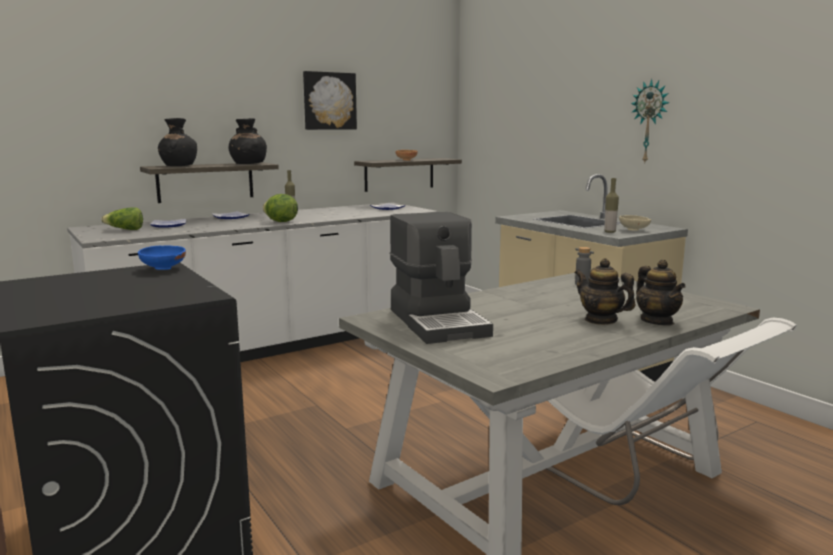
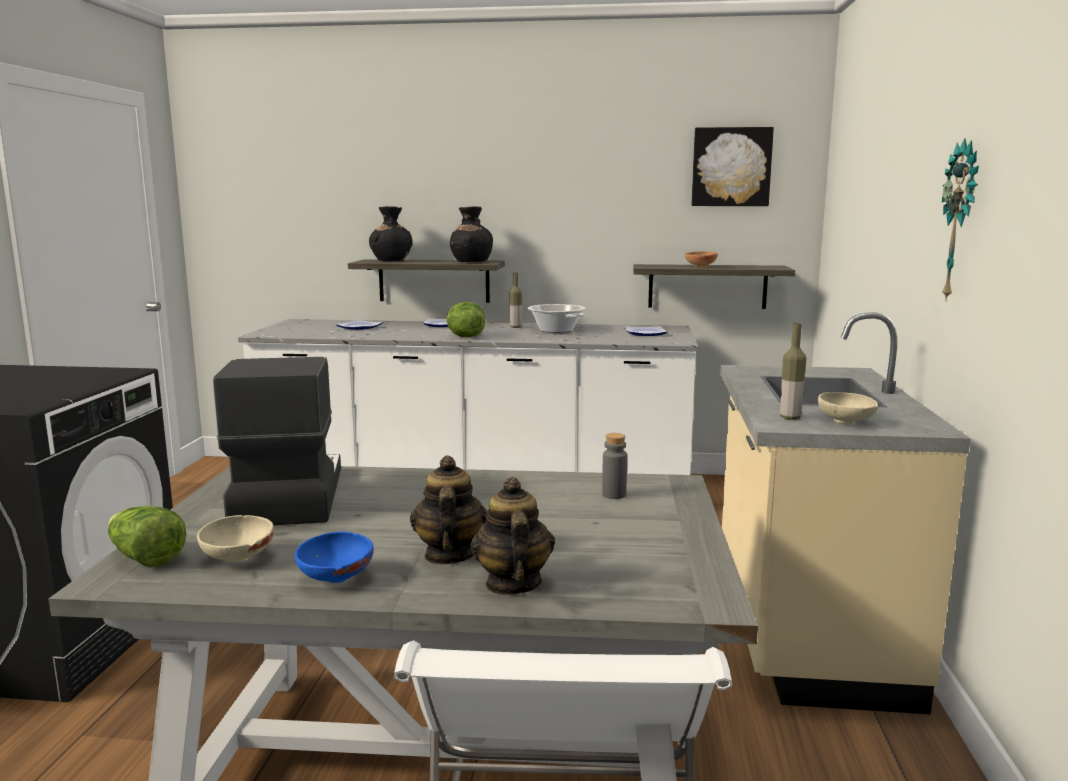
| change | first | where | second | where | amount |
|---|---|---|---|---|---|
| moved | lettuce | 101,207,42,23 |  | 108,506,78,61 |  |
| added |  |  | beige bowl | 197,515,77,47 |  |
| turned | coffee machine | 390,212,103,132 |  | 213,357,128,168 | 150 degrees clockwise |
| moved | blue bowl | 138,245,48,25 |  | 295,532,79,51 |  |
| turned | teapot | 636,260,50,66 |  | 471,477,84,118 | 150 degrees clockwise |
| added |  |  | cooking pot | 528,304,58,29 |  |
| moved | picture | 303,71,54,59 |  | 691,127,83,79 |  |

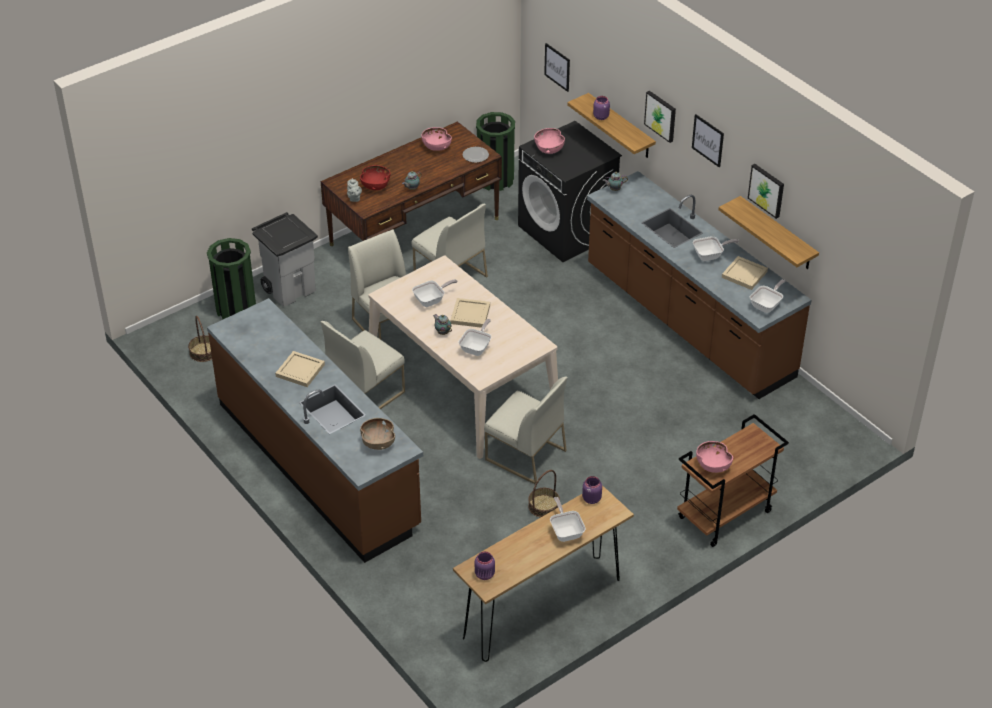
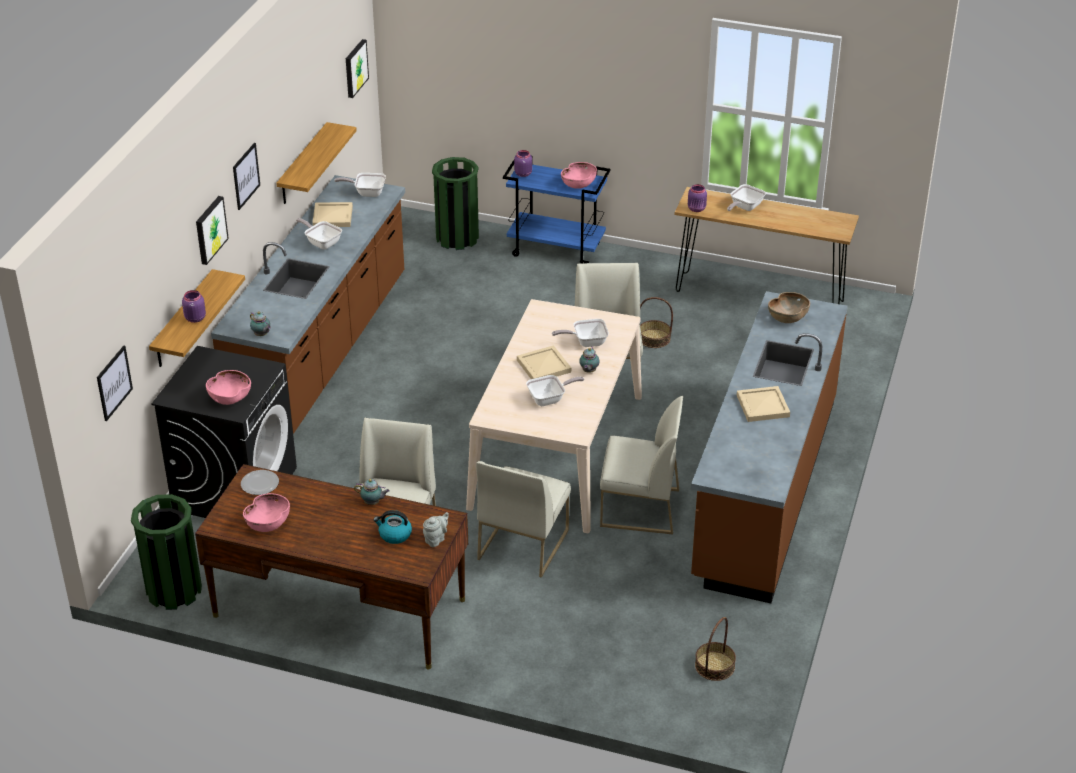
| change | first | where | second | where | amount |
|---|---|---|---|---|---|
| moved | picture | 748,164,36,55 |  | 346,39,23,59 |  |
| replaced | red bowl | 360,165,31,25 | kettle | 373,510,39,34 |  |
| moved | green trash can | 207,238,49,82 |  | 432,157,47,93 |  |
| recoloured | brown cart | 677,414,112,133 | blue cart | 503,156,108,107 |  |
| moved | purple jar | 475,551,20,29 |  | 514,150,18,27 |  |
| turned | frying pan | 412,279,46,28 |  | 526,375,58,31 | 135 degrees clockwise |
| removed | grey trash can | 252,212,66,94 |  |  |  |

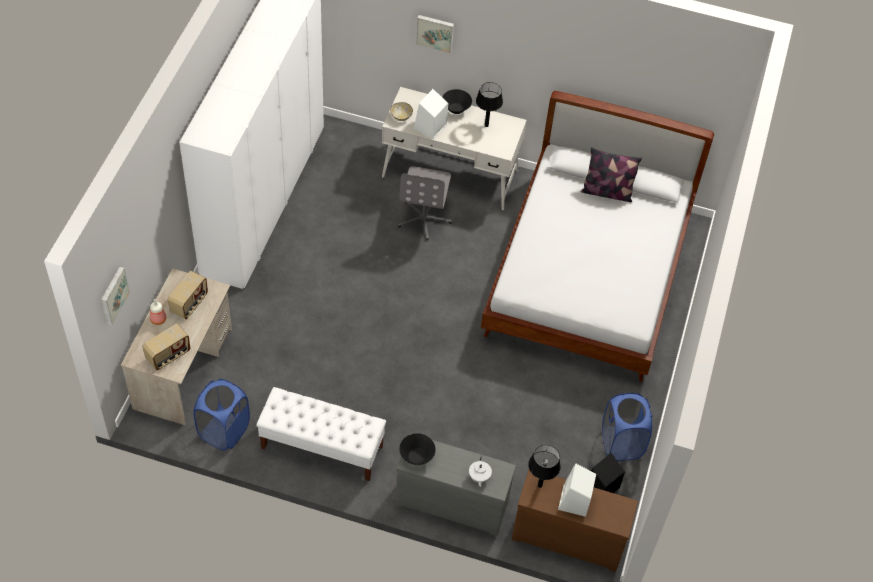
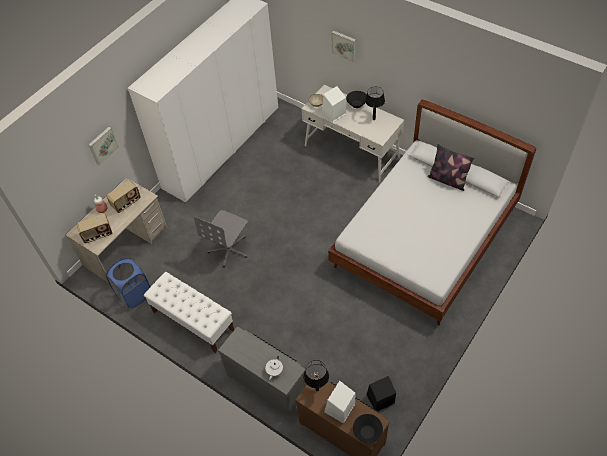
| change | first | where | second | where | amount |
|---|---|---|---|---|---|
| moved | picture | 101,267,29,58 |  | 88,127,31,38 |  |
| moved | grey office chair | 398,166,54,74 |  | 194,210,54,57 |  |
| moved | black bowl | 399,433,37,32 |  | 353,414,30,29 |  |
| removed | blue laundry basket | 602,393,50,68 |  |  |  |

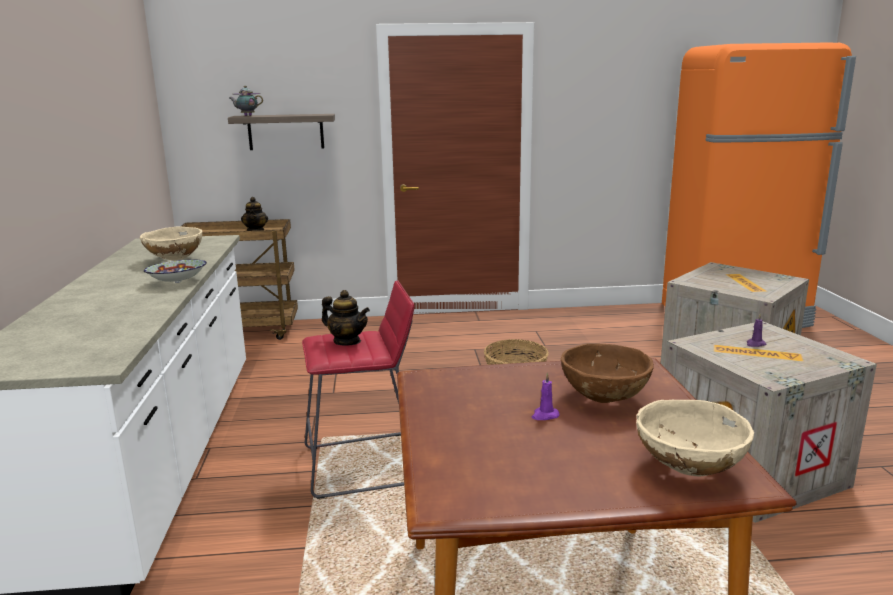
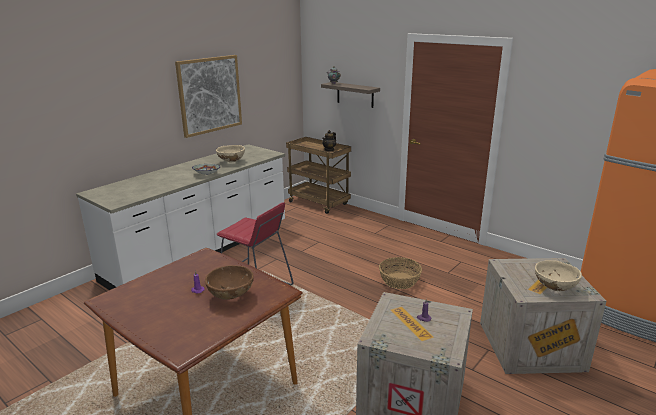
| change | first | where | second | where | amount |
|---|---|---|---|---|---|
| added |  |  | picture | 175,55,67,83 |  |
| moved | beige bowl | 636,400,118,76 |  | 535,260,47,31 |  |
| removed | teapot | 322,290,48,56 |  |  |  |

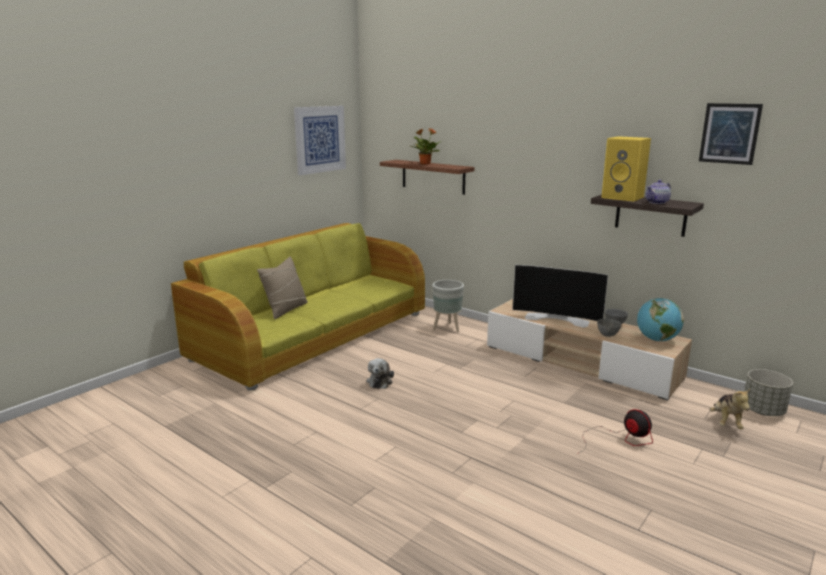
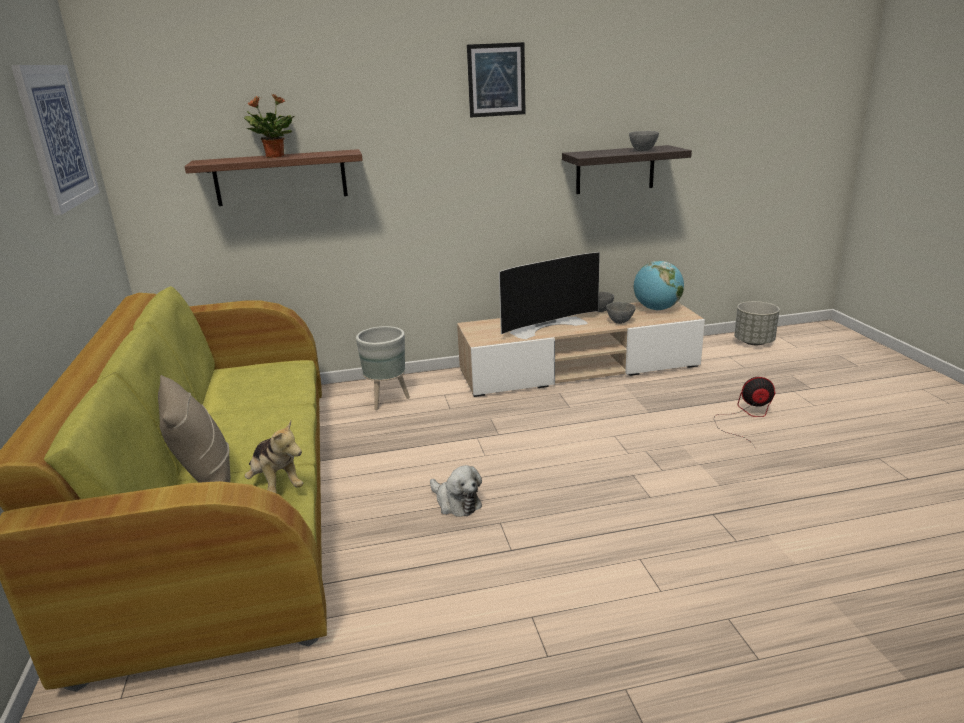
| change | first | where | second | where | amount |
|---|---|---|---|---|---|
| moved | plush toy | 709,389,41,40 |  | 245,420,59,73 |  |
| moved | picture | 699,103,64,62 |  | 467,42,59,76 |  |
| replaced | teapot | 646,180,25,24 | grey bowl | 629,131,30,20 |  |
| removed | yellow speaker | 601,136,50,66 |  |  |  |

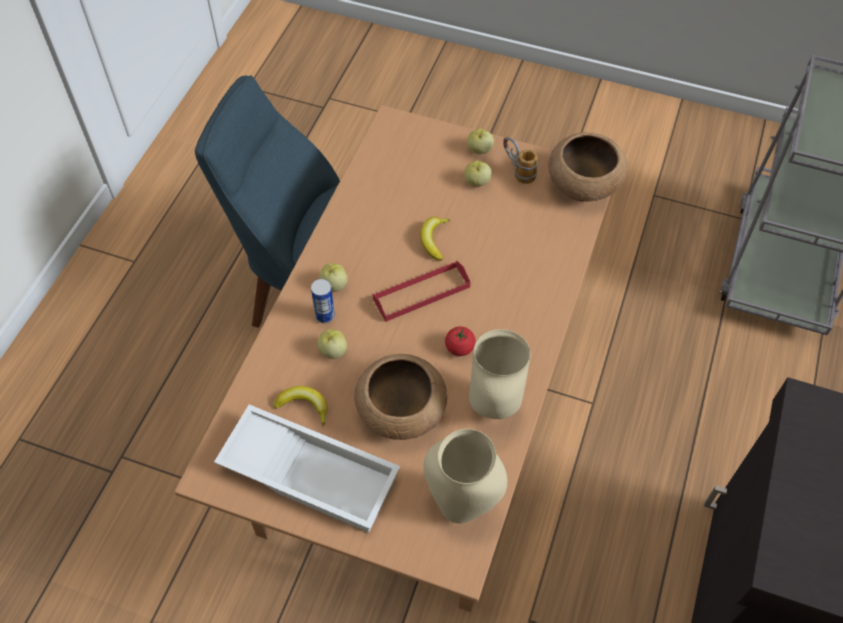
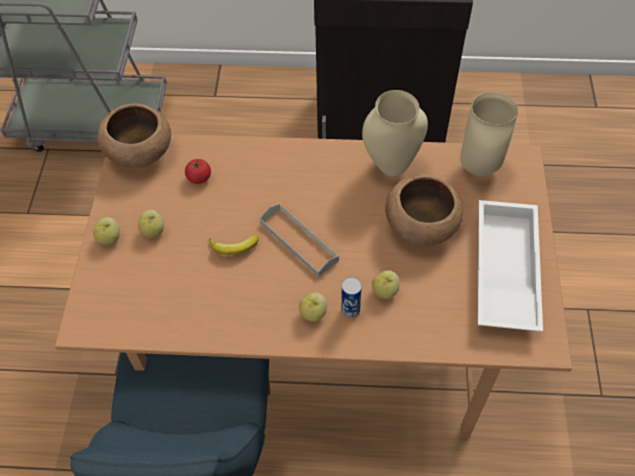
| change | first | where | second | where | amount |
|---|---|---|---|---|---|
| moved | tomato | 445,326,31,30 |  | 185,159,26,25 |  |
| recoloured | red tray | 373,261,97,61 | grey tray | 259,203,80,74 |  |
| removed | banana | 273,386,55,41 |  |  |  |
| removed | mug | 503,137,35,47 |  |  |  |

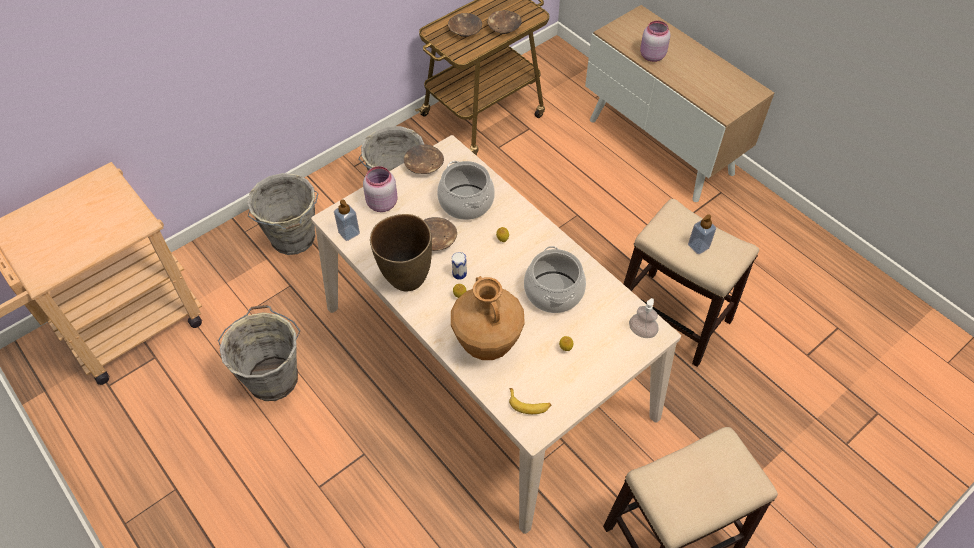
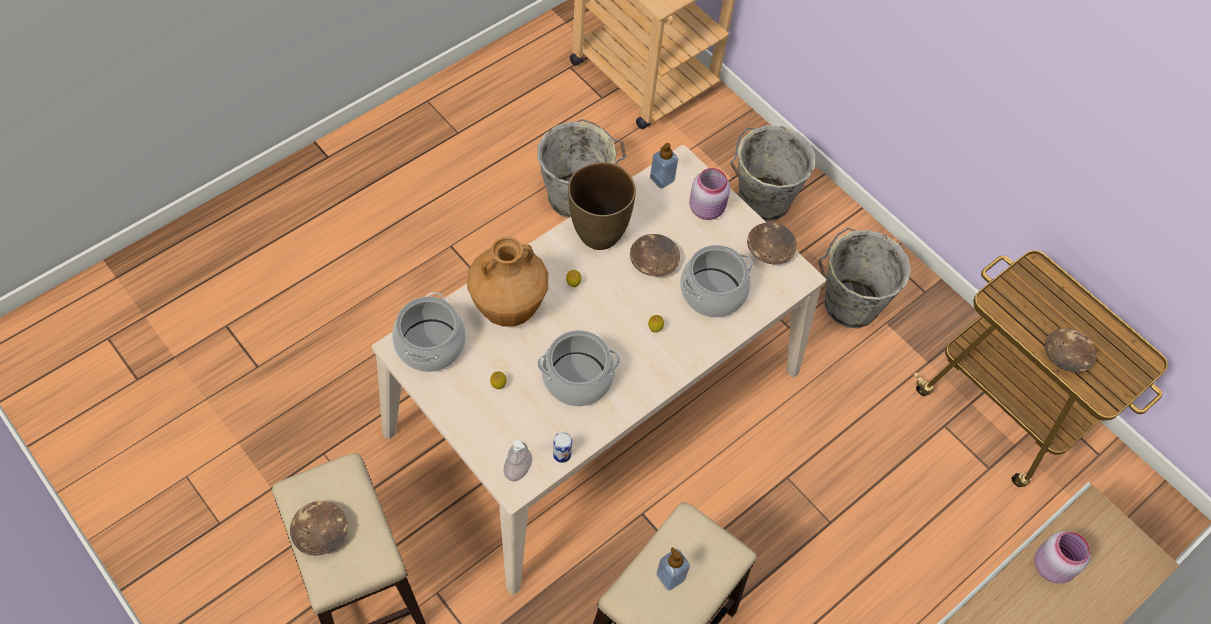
| change | first | where | second | where | amount |
|---|---|---|---|---|---|
| moved | brown bowl | 448,13,34,24 |  | 290,501,58,55 |  |
| replaced | banana | 509,388,42,26 | cooking pot | 392,292,74,80 |  |
| moved | can | 452,252,15,28 |  | 553,432,19,31 |  |

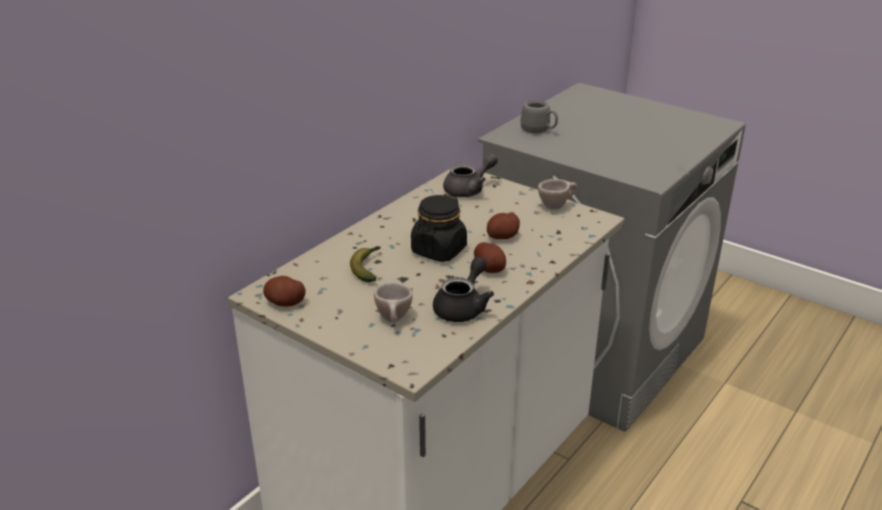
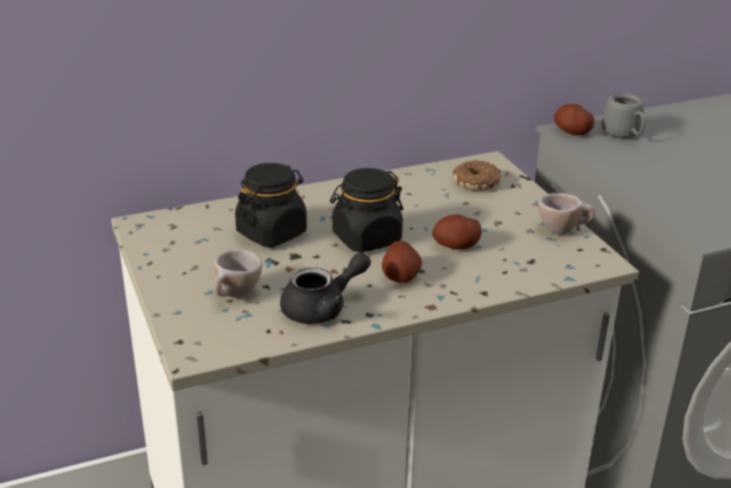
| change | first | where | second | where | amount |
|---|---|---|---|---|---|
| replaced | banana | 350,246,31,36 | black jar | 235,163,72,84 |  |
| replaced | grey teapot | 443,154,55,43 | donut | 453,160,48,31 |  |
| moved | potato | 263,276,43,30 |  | 554,104,41,31 |  |

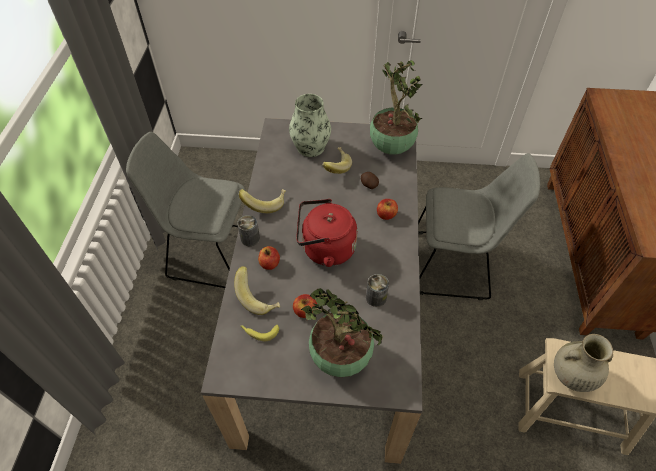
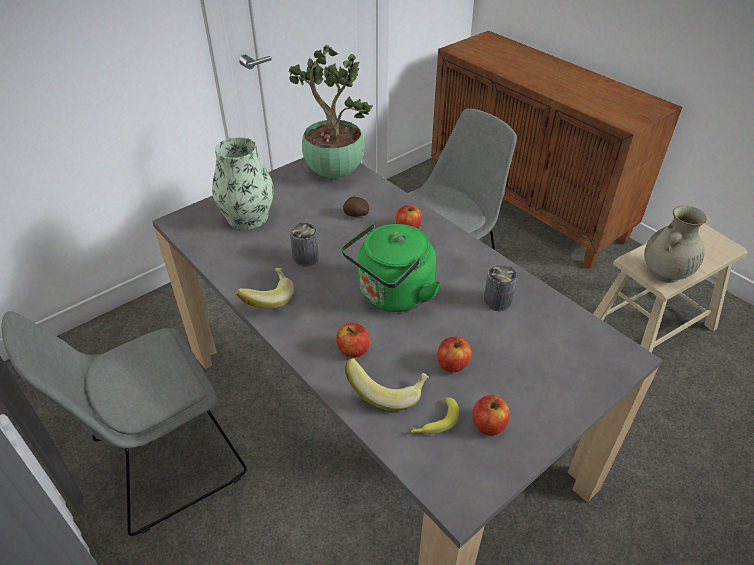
| change | first | where | second | where | amount |
|---|---|---|---|---|---|
| moved | can | 237,215,23,31 |  | 290,223,29,44 |  |
| recoloured | red kettle | 296,199,61,68 | green kettle | 342,223,99,89 |  |
| added |  |  | apple | 473,395,37,41 |  |
| removed | potted plant | 301,288,82,89 |  |  |  |
| removed | banana | 322,147,30,27 |  |  |  |

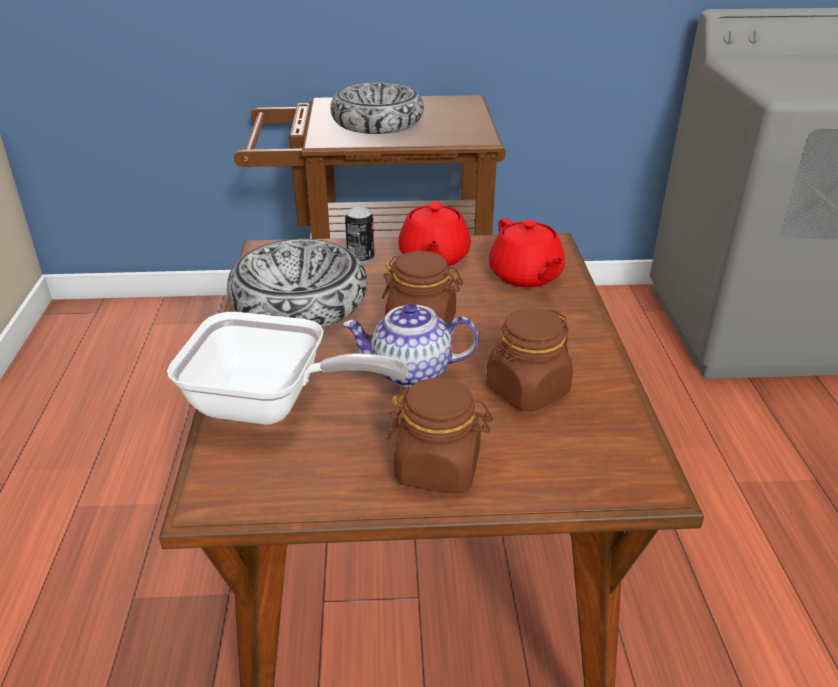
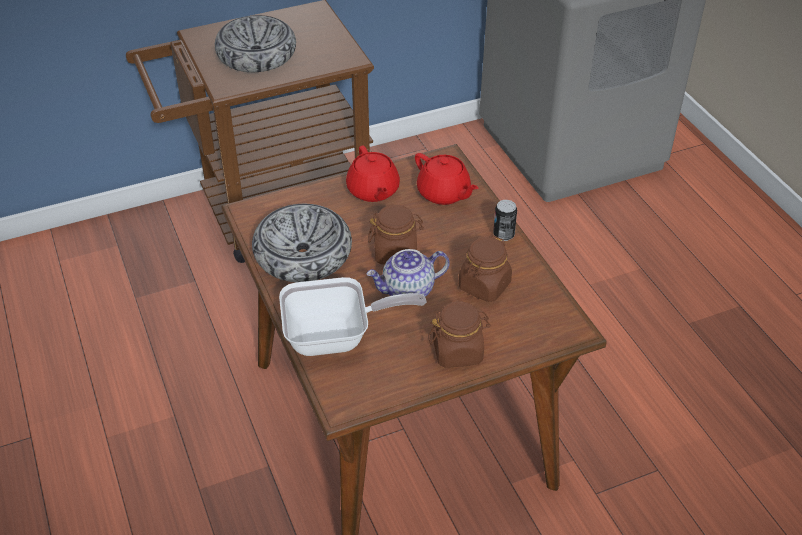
| change | first | where | second | where | amount |
|---|---|---|---|---|---|
| moved | can | 345,207,30,56 |  | 493,200,24,41 |  |

